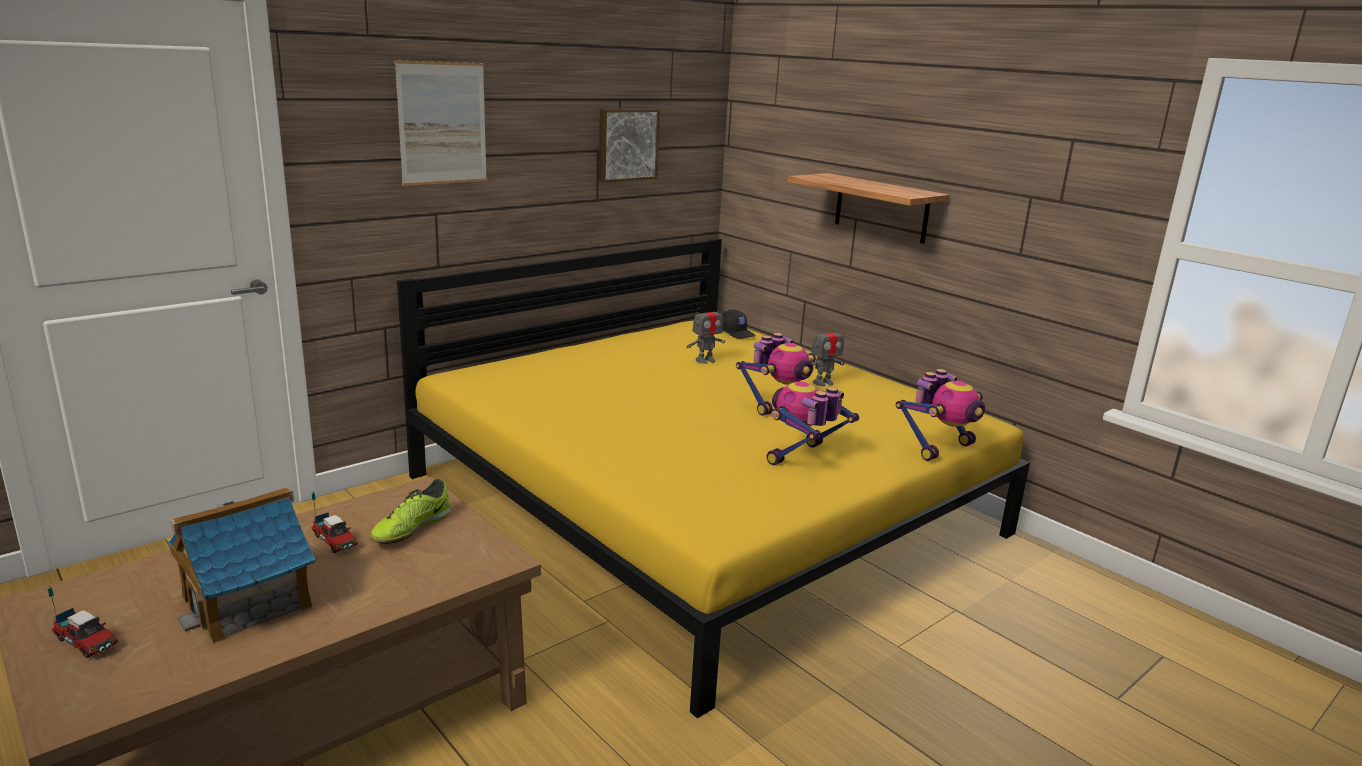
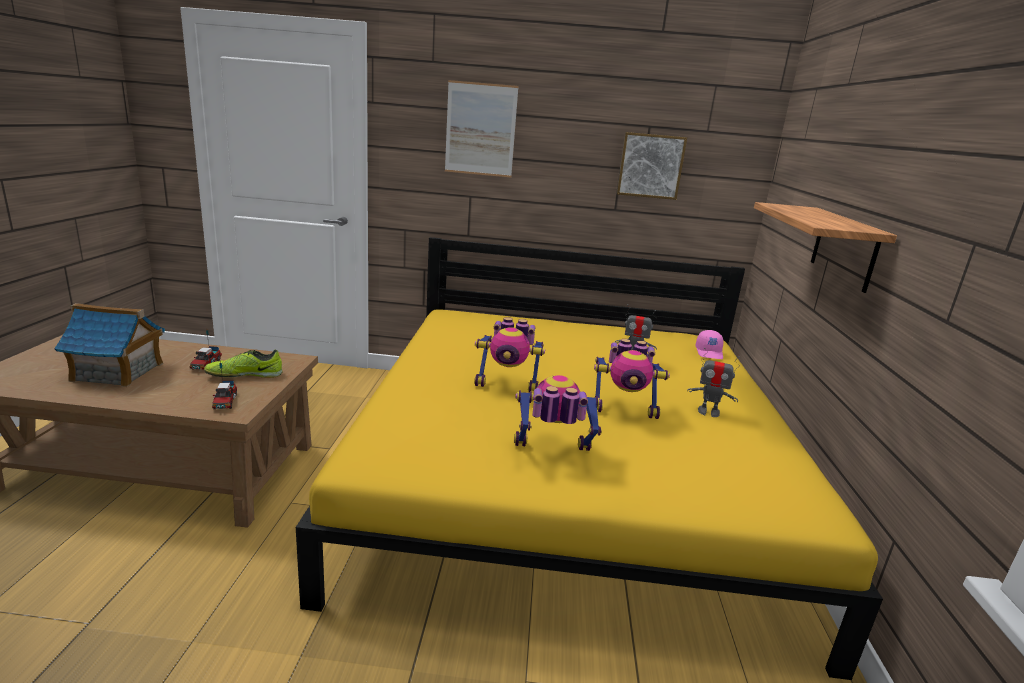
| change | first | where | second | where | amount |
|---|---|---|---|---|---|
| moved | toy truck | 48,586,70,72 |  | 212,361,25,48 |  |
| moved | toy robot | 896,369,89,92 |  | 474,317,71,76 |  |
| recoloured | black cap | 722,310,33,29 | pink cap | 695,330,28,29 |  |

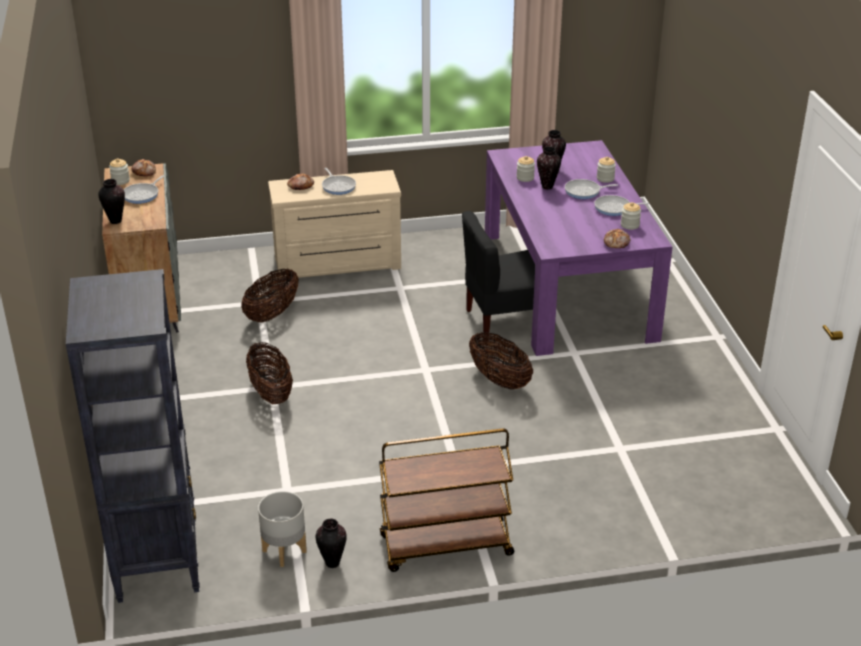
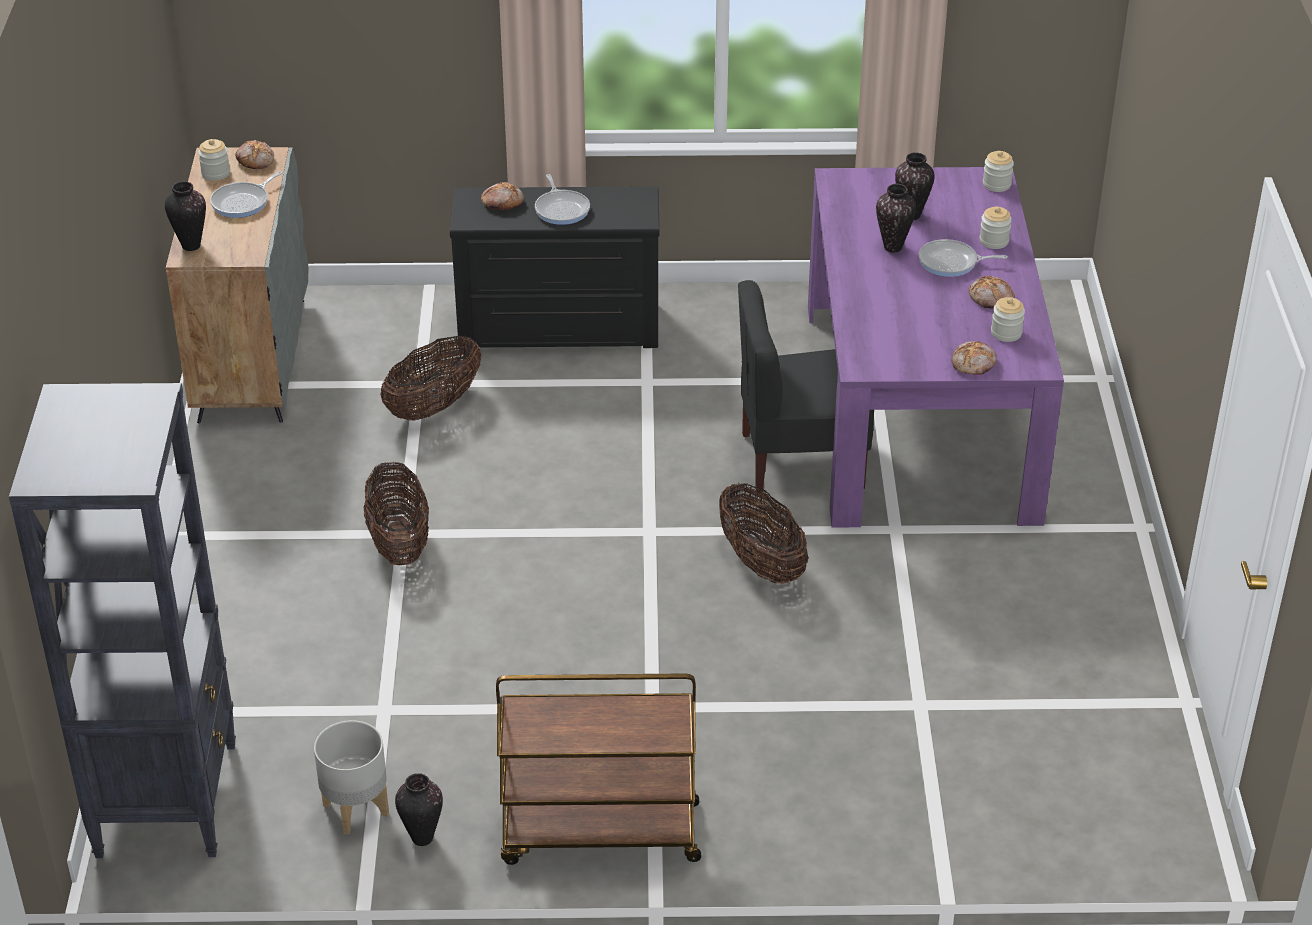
| change | first | where | second | where | amount |
|---|---|---|---|---|---|
| recoloured | beige dresser | 268,170,133,109 | black dresser | 450,186,210,162 |  |
| replaced | frying pan | 594,195,55,21 | bread | 969,276,46,33 |  |
| moved | jar | 517,156,18,26 |  | 983,151,31,41 |  |

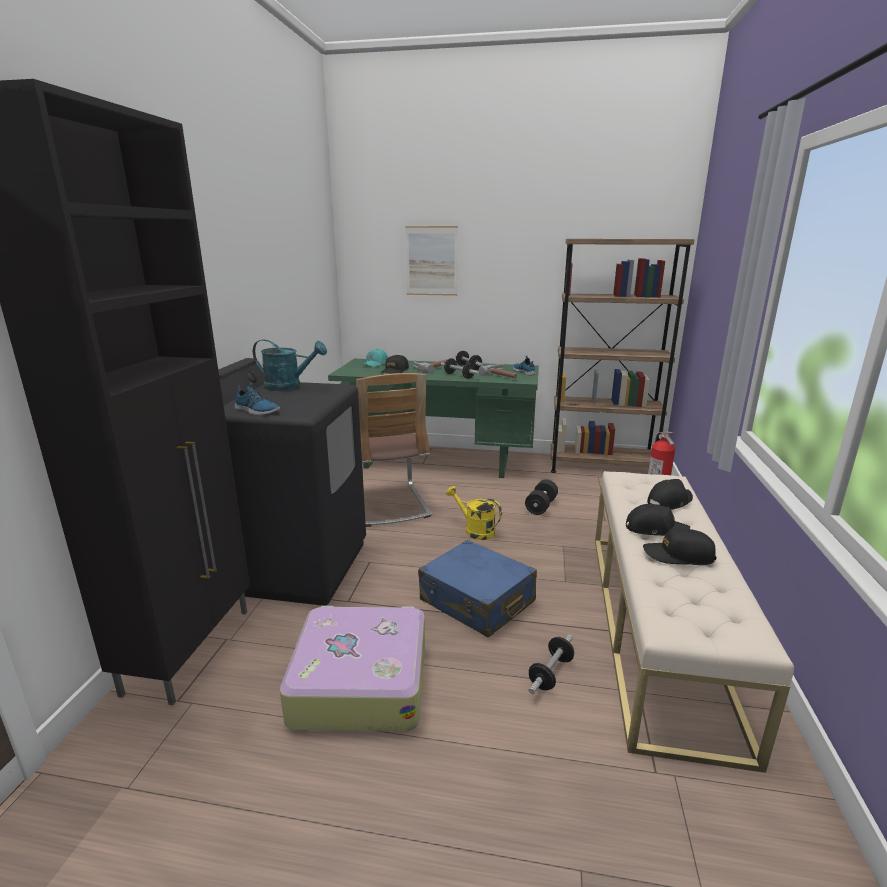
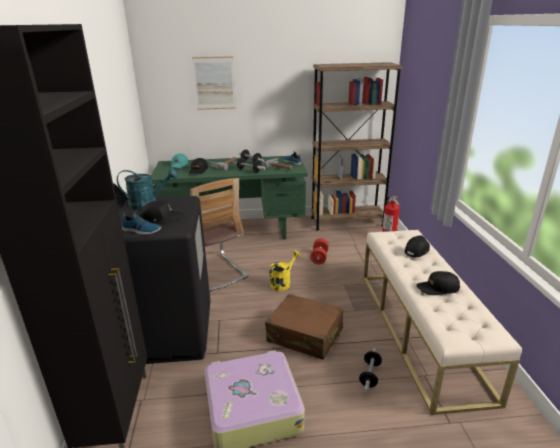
| change | first | where | second | where | amount |
|---|---|---|---|---|---|
| moved | black cap | 626,504,64,32 |  | 139,201,44,22 |  |
| recoloured | blue suitcase | 418,540,119,98 | brown suitcase | 265,294,78,66 |  |
| turned | yellow watering can | 446,486,56,54 |  | 269,250,31,41 | 105 degrees clockwise |
| recoloured | black dumbbell | 525,479,33,36 | red dumbbell | 310,238,19,27 |  |

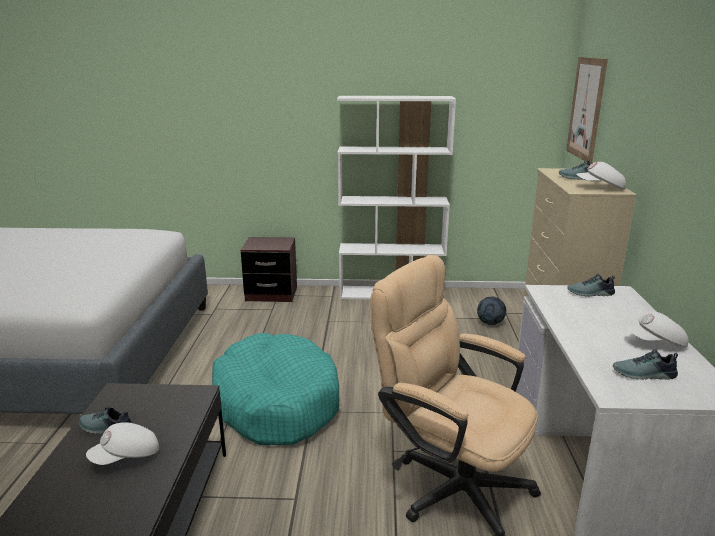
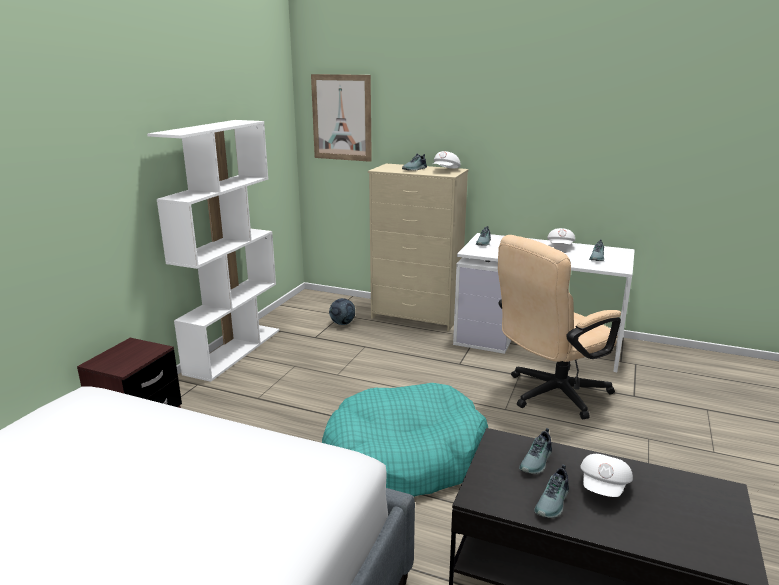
| change | first | where | second | where | amount |
|---|---|---|---|---|---|
| added |  |  | shoe | 519,428,33,46 |  |
| turned | white cap | 86,422,73,43 |  | 580,454,53,43 | 45 degrees clockwise |

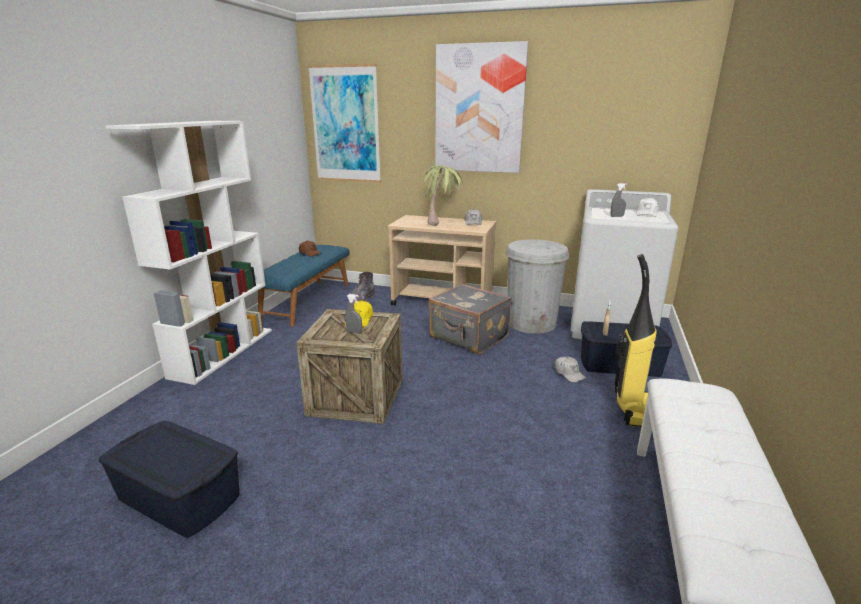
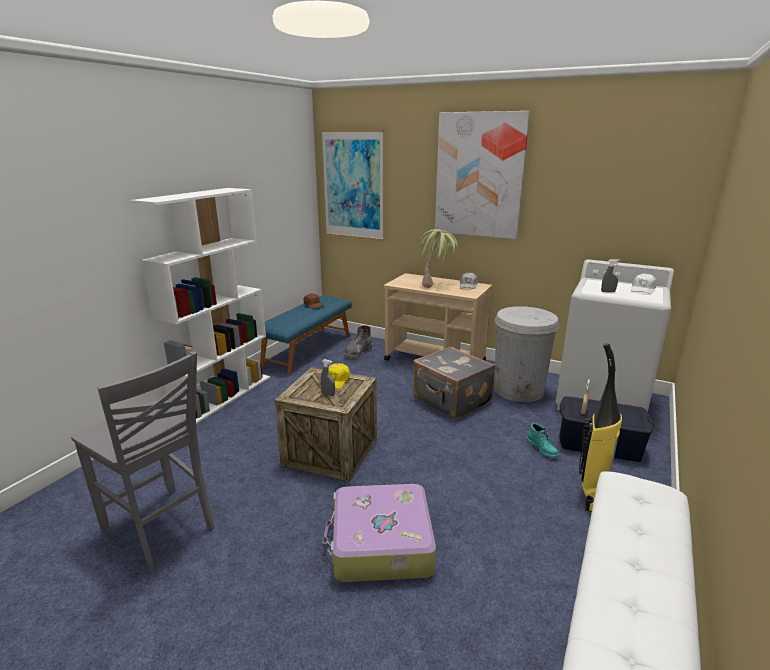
| change | first | where | second | where | amount |
|---|---|---|---|---|---|
| replaced | blue storage box | 99,421,140,117 | grey chair | 71,351,144,221 |  |
| added |  |  | suitcase | 323,484,113,98 |  |
| replaced | white cap | 554,357,32,26 | turquoise boot | 526,423,33,35 |  |

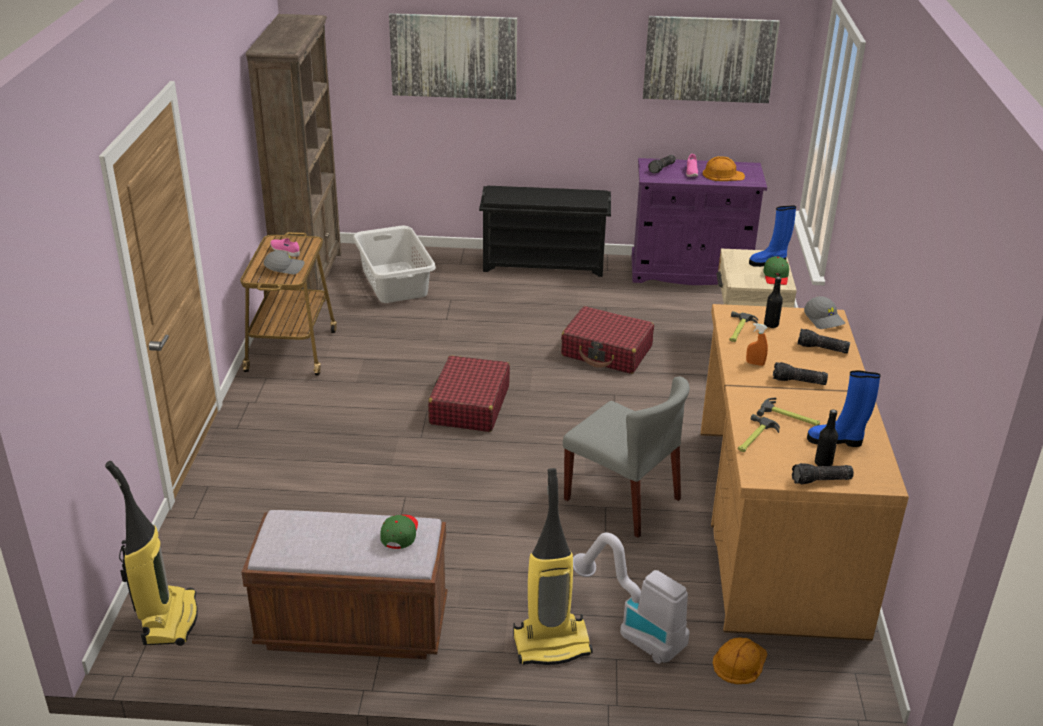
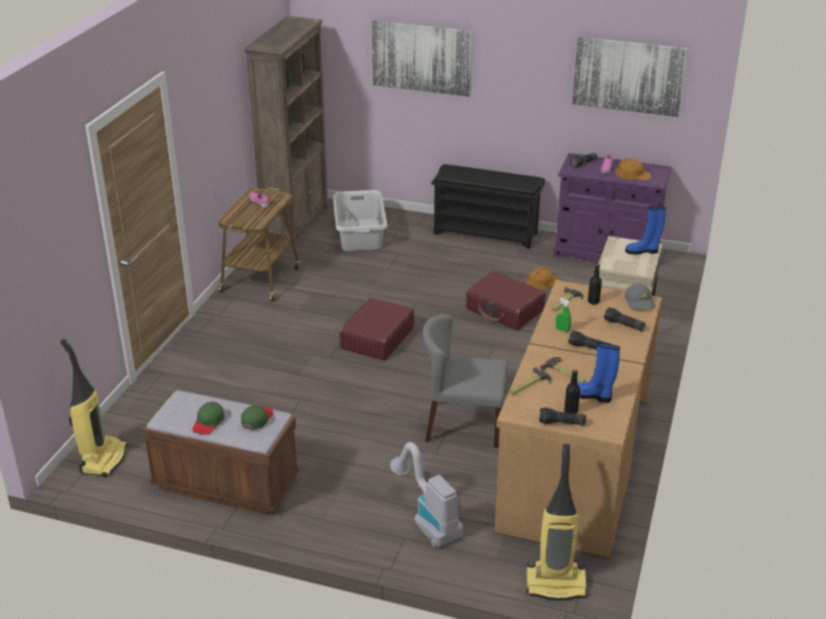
| change | first | where | second | where | amount |
|---|---|---|---|---|---|
| moved | green cap | 763,256,26,29 |  | 192,402,33,33 |  |
| turned | grey chair | 563,376,127,162 |  | 423,314,85,134 | 135 degrees clockwise |
| moved | orange hard hat | 713,637,54,47 |  | 526,267,33,23 |  |
| moved | vacuum cleaner | 513,468,80,197 |  | 526,444,62,157 |  |
| recoloured | orange spray bottle | 746,323,22,43 | green spray bottle | 556,298,15,34 |  |
| removed | grey cap | 263,251,41,23 |  |  |  |

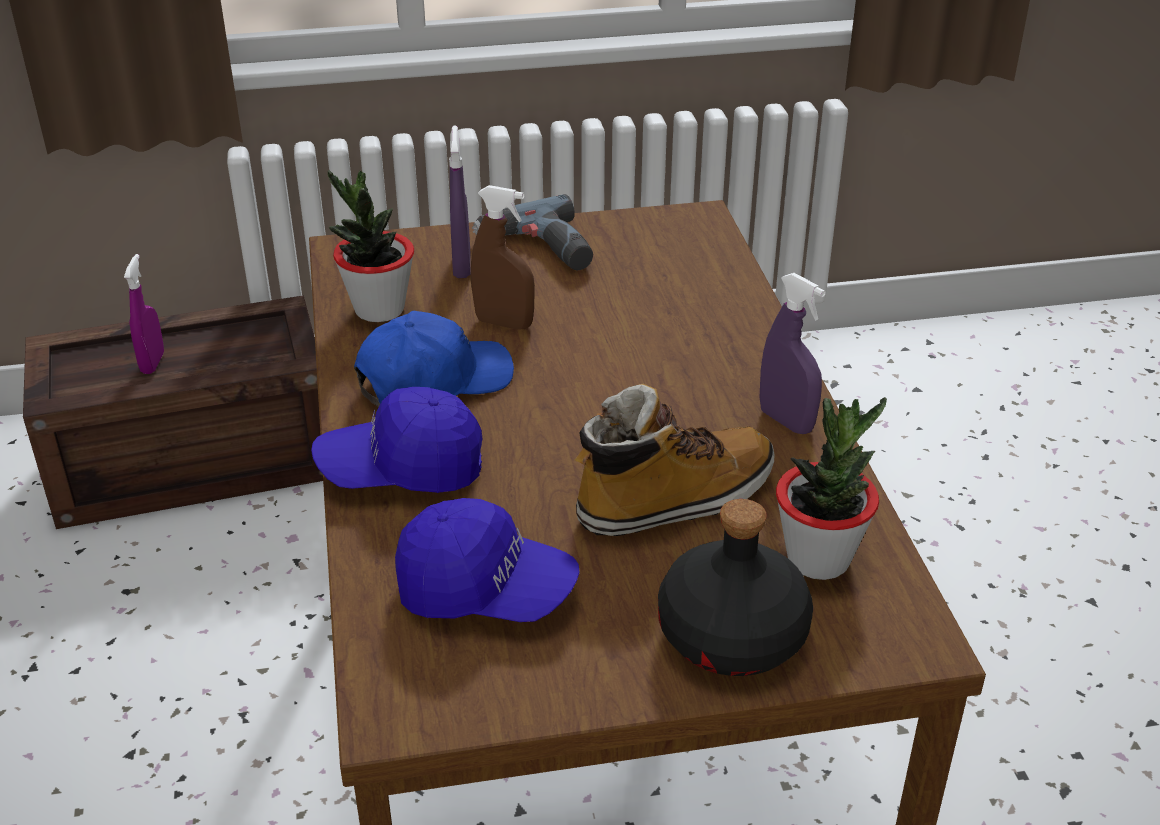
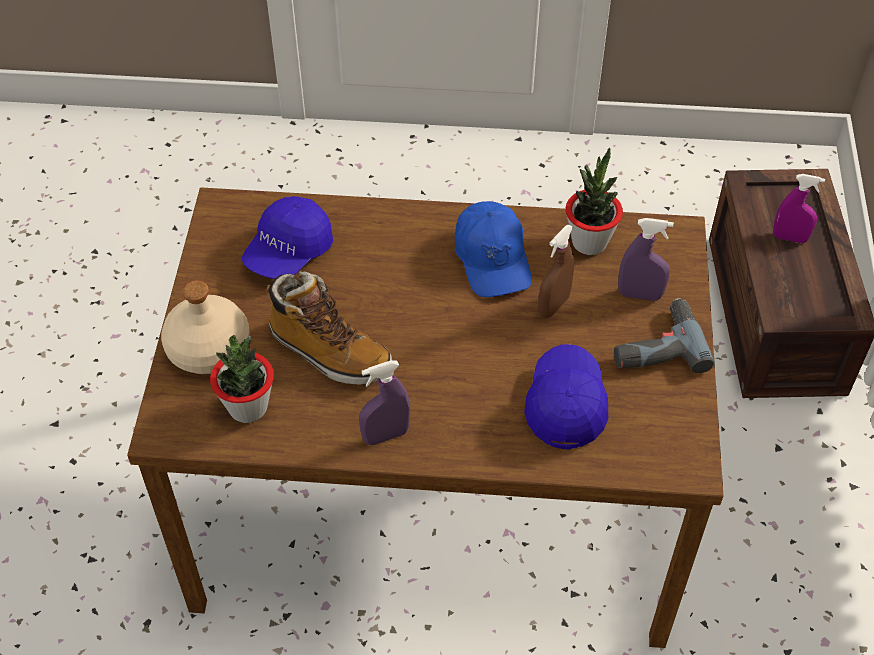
| change | first | where | second | where | amount |
|---|---|---|---|---|---|
| recoloured | black bottle | 658,499,155,177 | beige bottle | 161,280,89,94 |  |
| turned | boot | 574,384,200,152 |  | 266,272,127,112 | 45 degrees counterclockwise |
| moved | blue cap | 311,387,172,106 |  | 524,344,84,106 |  |

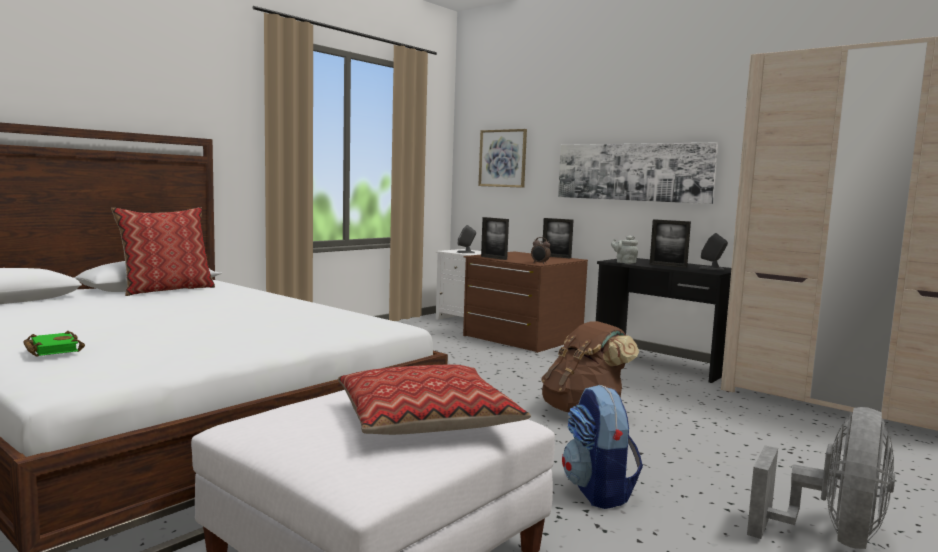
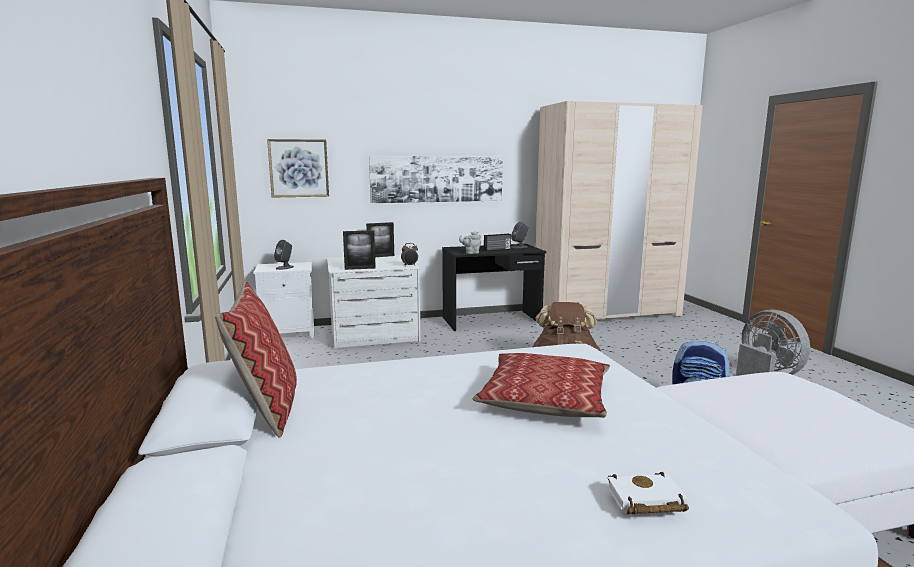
| change | first | where | second | where | amount |
|---|---|---|---|---|---|
| recoloured | brown dresser | 463,252,125,101 | white dresser | 327,255,94,94 |  |
| moved | pillow | 338,364,193,71 |  | 473,353,137,65 |  |
| replaced | picture frame | 650,219,41,49 | radio | 484,233,27,18 |  |
| recoloured | green book | 24,331,61,25 | white book | 607,472,82,43 |  |

